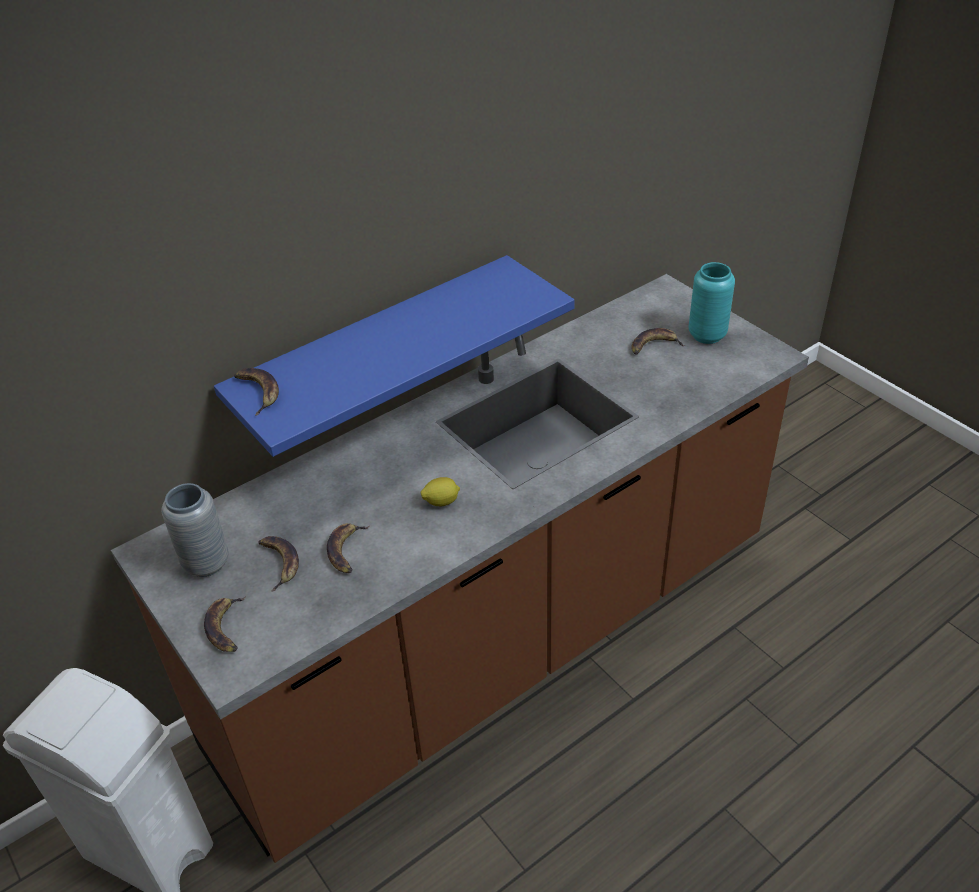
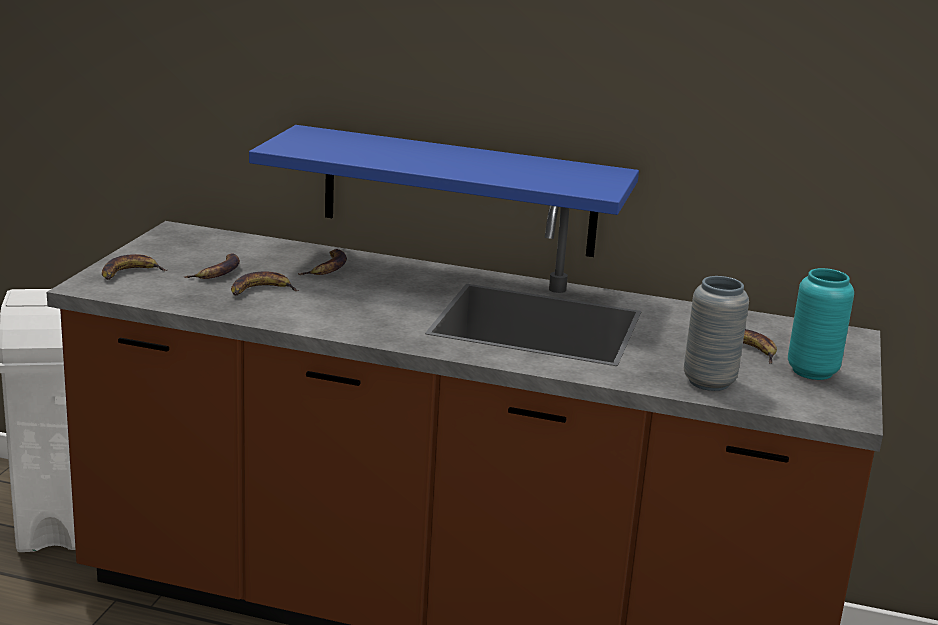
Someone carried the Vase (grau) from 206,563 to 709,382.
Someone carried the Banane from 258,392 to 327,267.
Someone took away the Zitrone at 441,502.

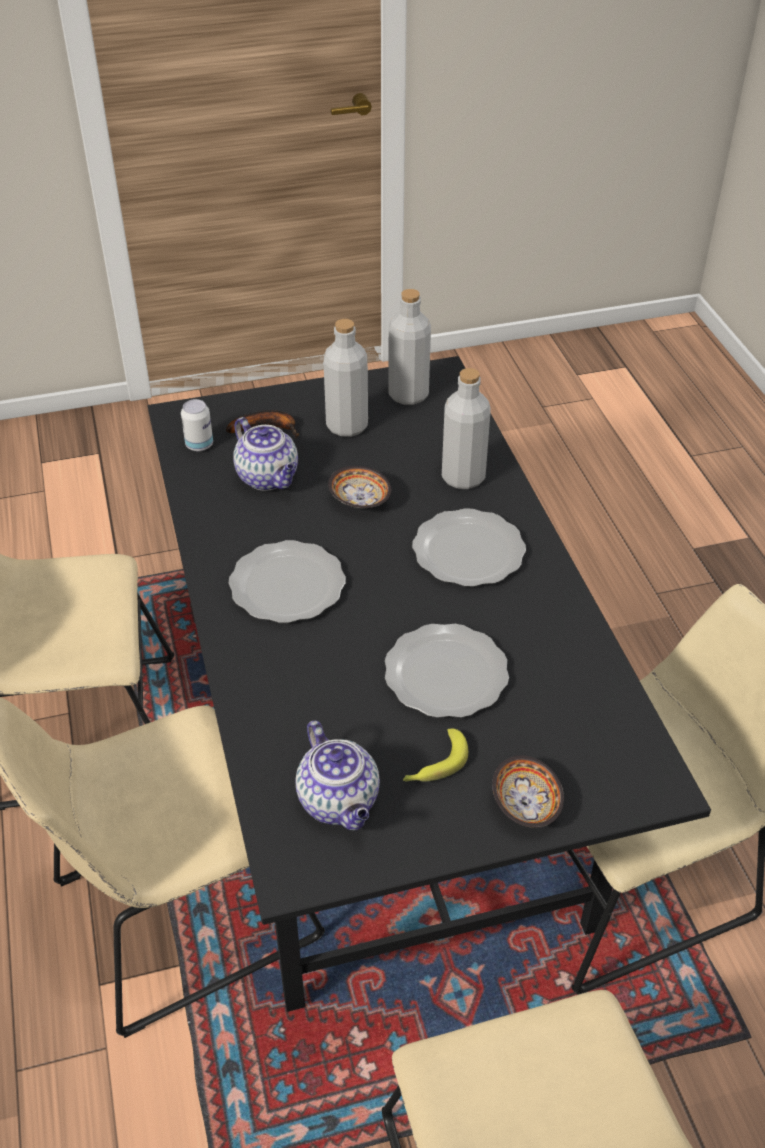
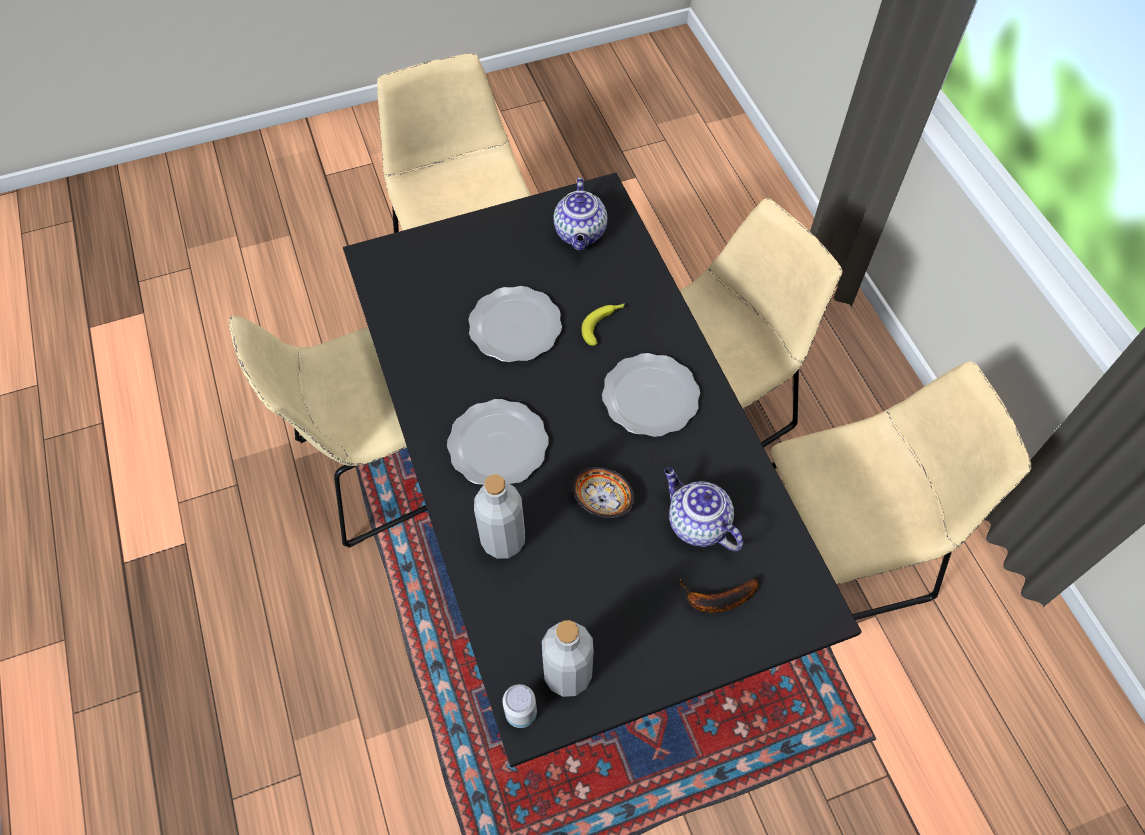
Someone carried the Dose from 199,445 to 521,712.
Someone rotated the Teekanne at 340,802 by 150 degrees counterclockwise.
Someone took away the Flasche (grau) at 347,426.
Someone carried the Banane from 434,765 to 604,324.
Someone took away the Schüssel at 526,804.

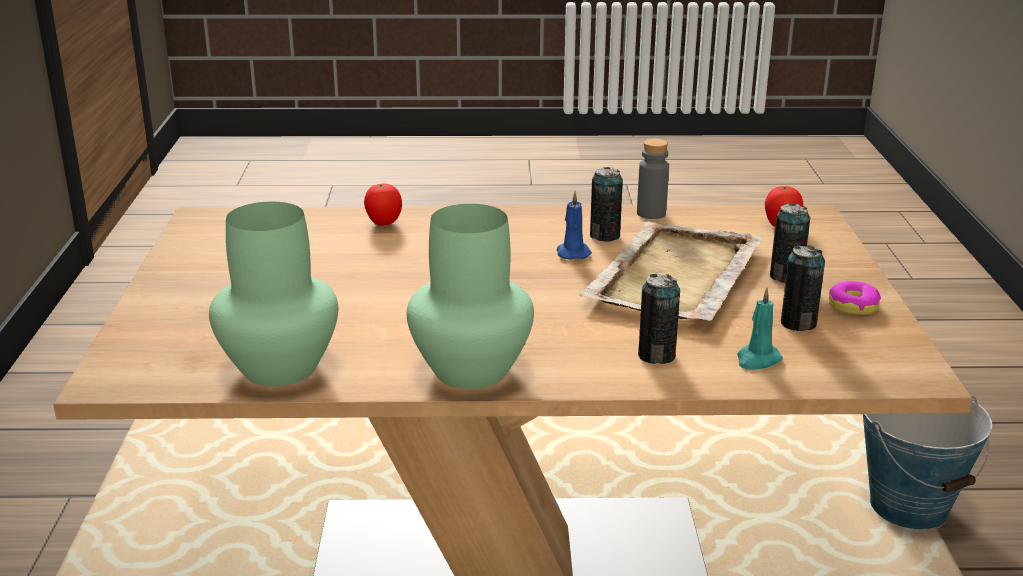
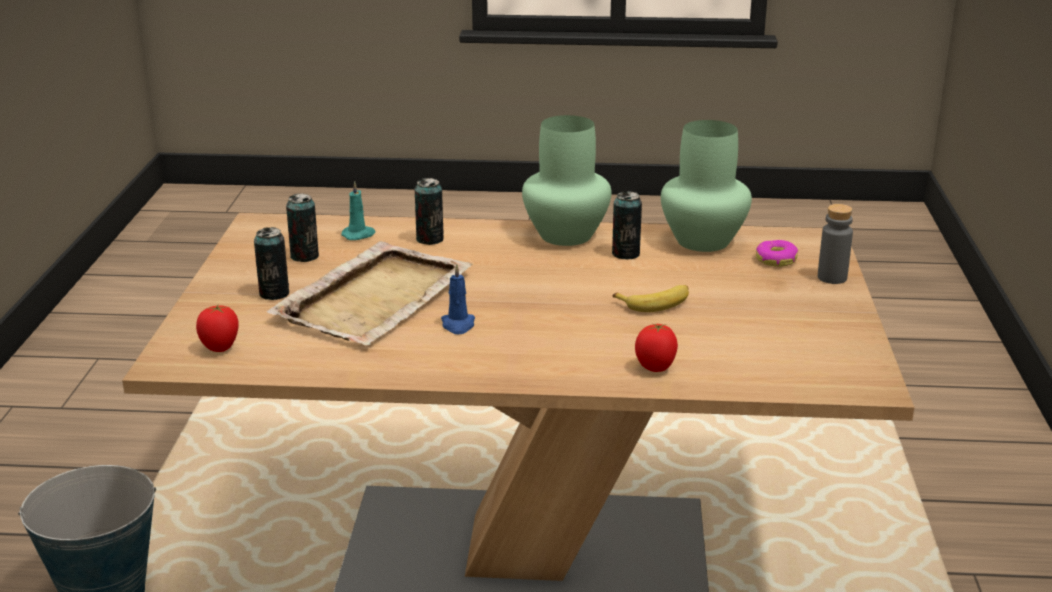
Someone carried the Dose from 604,236 to 625,254.
Someone carried the Flasche (grau) from 651,213 to 832,278.
Someone carried the Donut from 853,305 to 775,260.
Someone put down the Banane at 655,303.

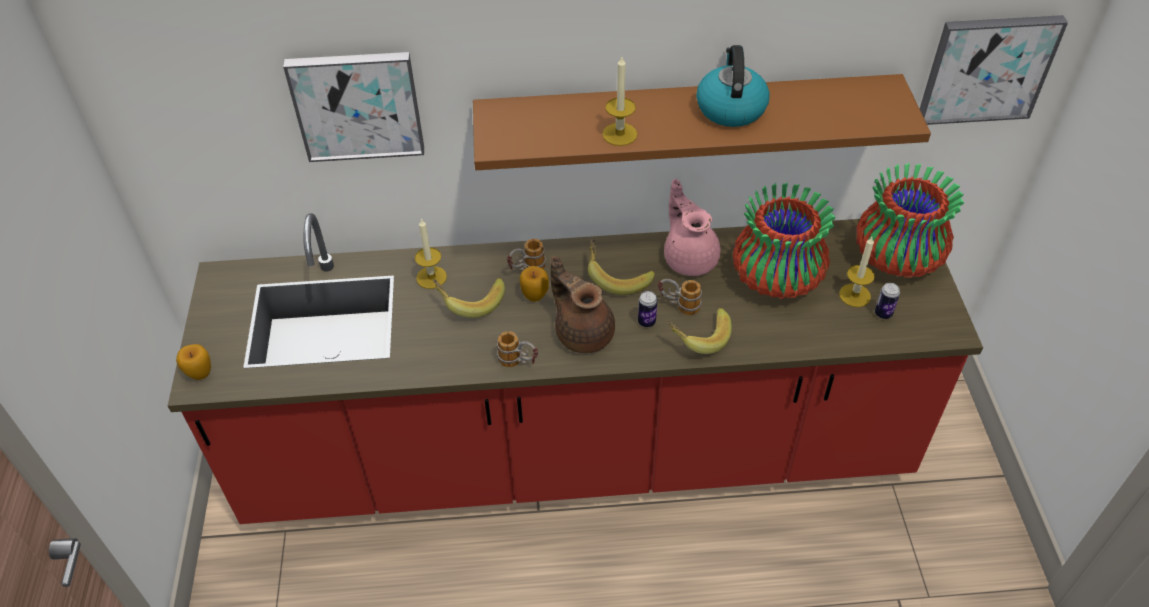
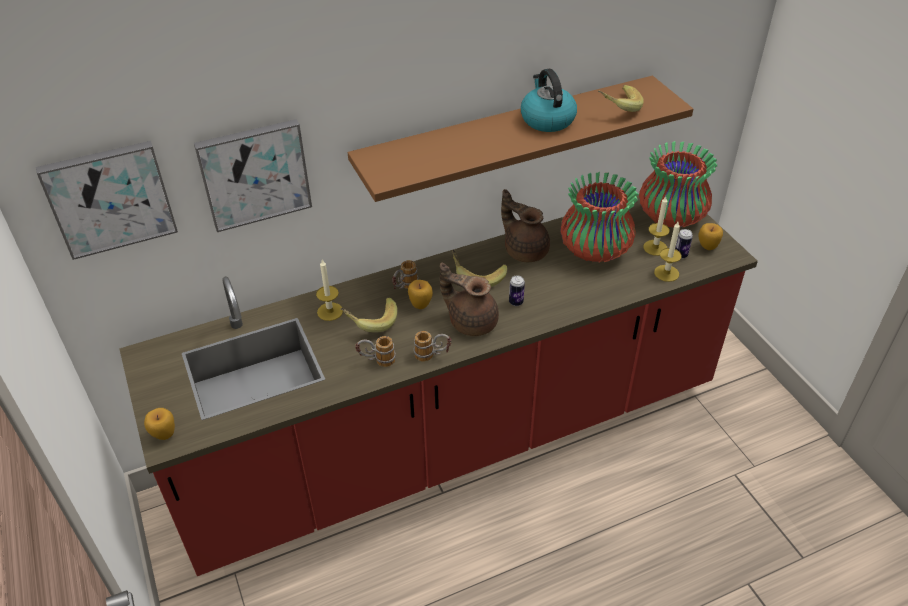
Someone carried the Kerze from 619,134 to 666,273.
Someone carried the Henkelbecher from 678,306 to 376,361.
Someone repainted the Teekanne (rosa) at 689,257, which became the Teekanne (braun) at 525,250.
Someone carried the Banane from 697,337 to 616,107.
Someone carried the Bild from 986,68 to 110,198.
Someone put down the Apfel at 707,247.

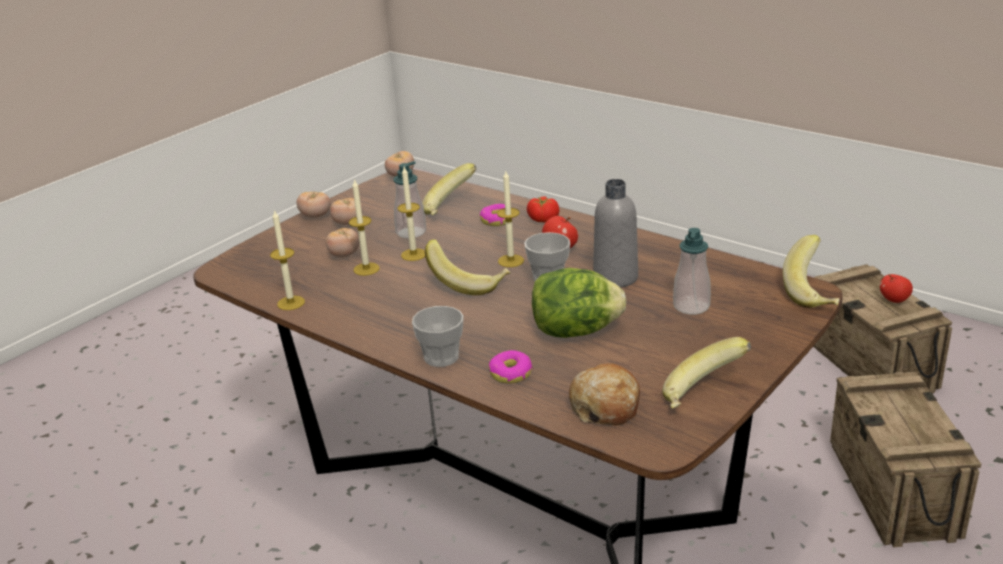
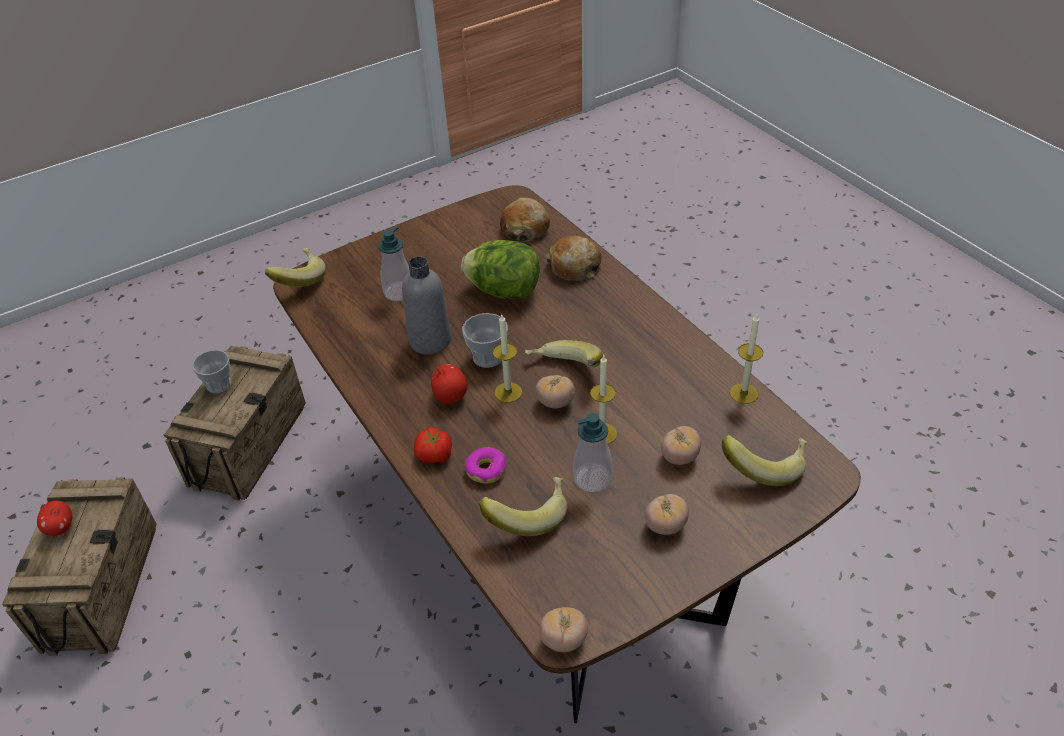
Someone carried the Tomate from 315,216 to 555,402.
Someone took away the Kerze at 366,269.
Someone carried the Tasse from 441,357 to 219,384.
Someone swapped the Donut at 510,373 for the Brot at 574,266.
Someone carried the Banane from 704,396 to 764,466.

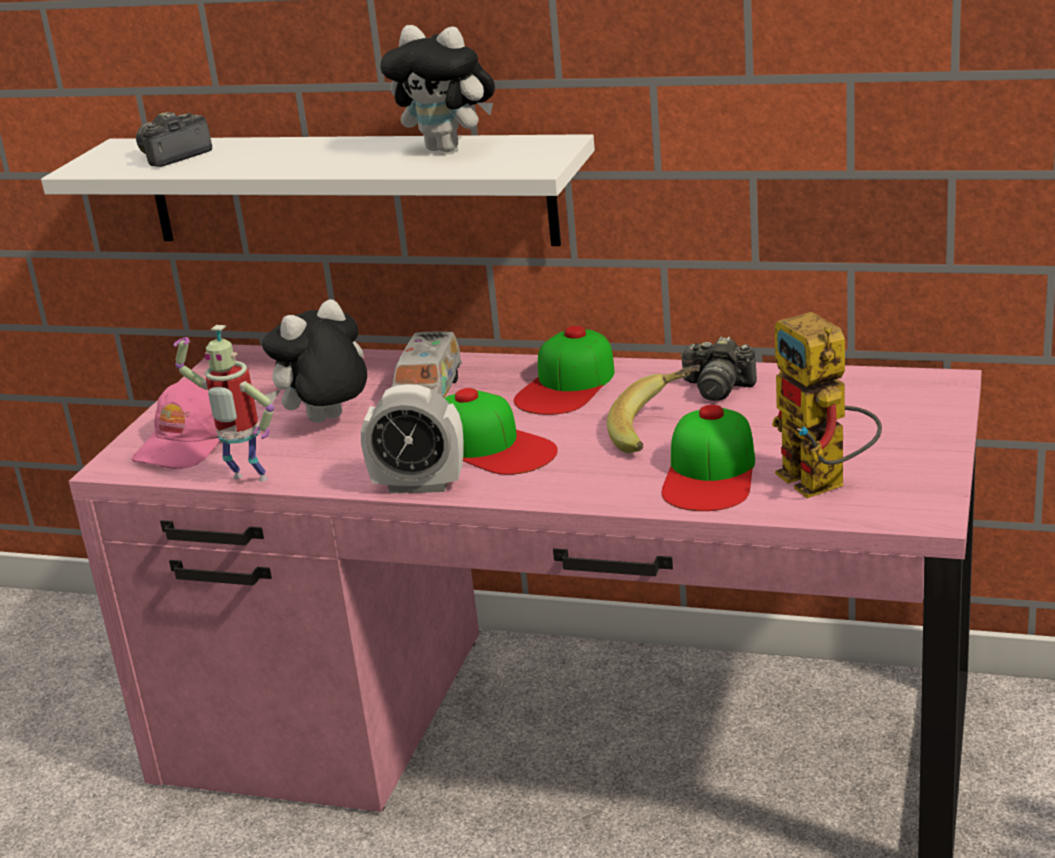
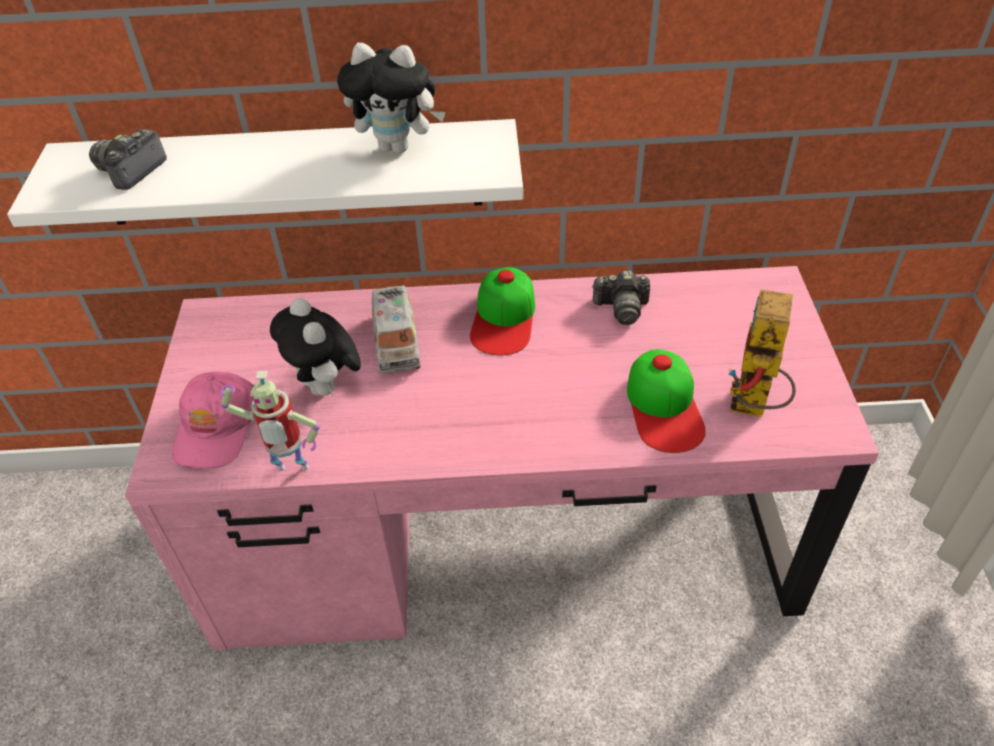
Someone rotated the Plüschtier at 326,422 by 60 degrees counterclockwise.
Someone took away the Wecker at 419,485.
Someone took away the Kappe at 493,446.
Someone took away the Banane at 658,432.
Someone rotated the Spielzeugroboter at 824,484 by 60 degrees clockwise.

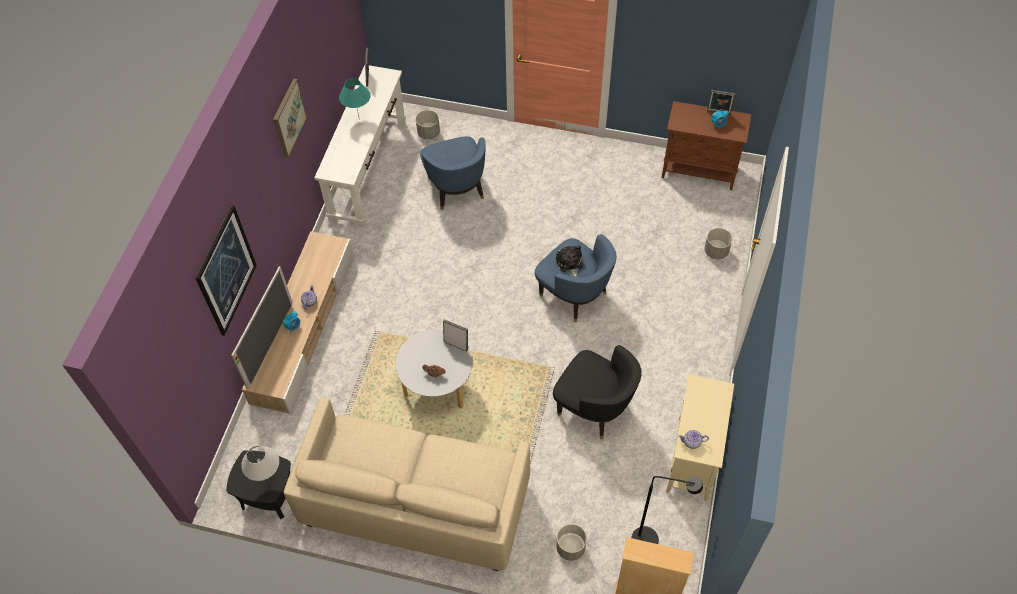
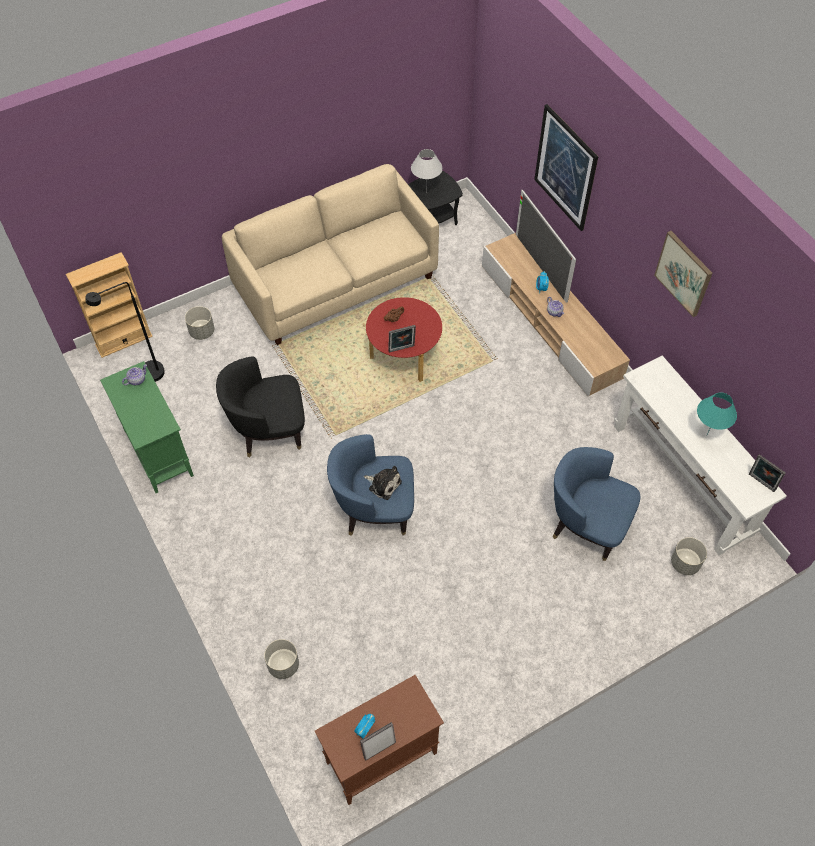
Someone repainted the Couchtisch (grau) at 437,386, which became the Couchtisch (rot) at 404,357.
Someone repainted the Schrank (beige) at 692,459, which became the Schrank (grün) at 158,452.

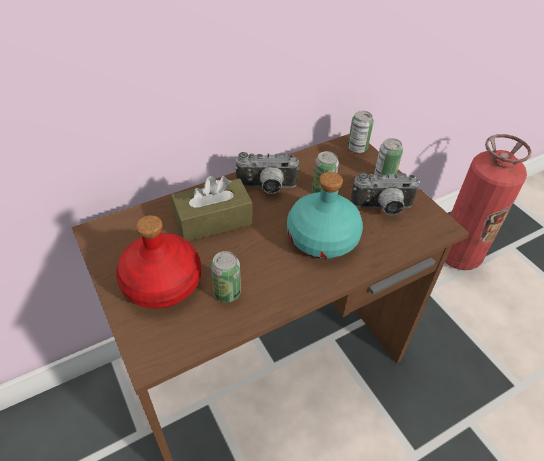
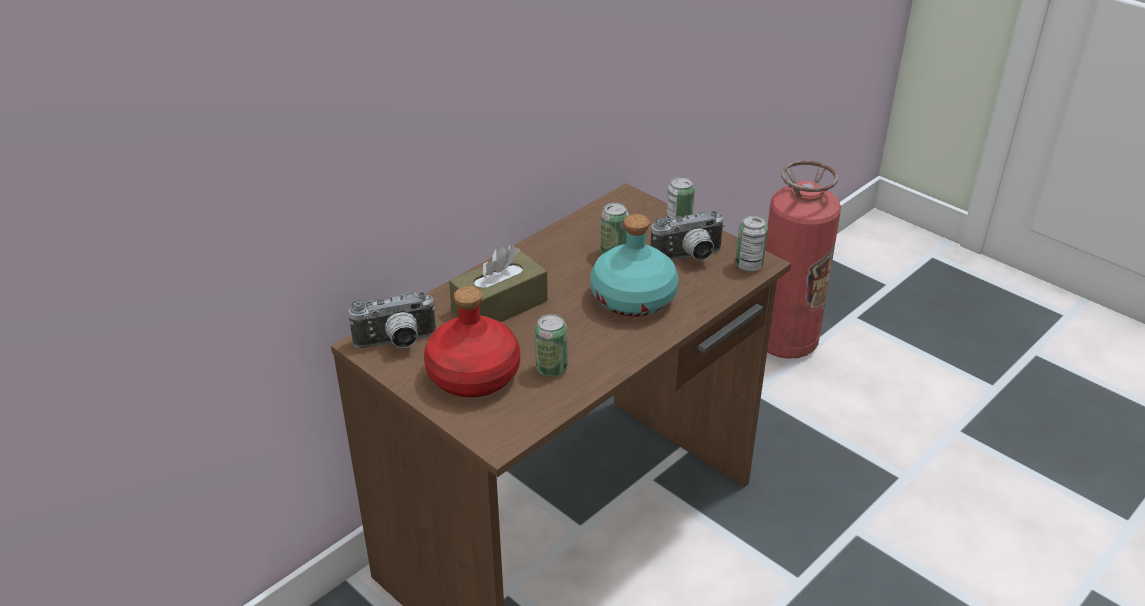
Someone carried the Kamera from 266,188 to 397,343.
Someone carried the Dose from 357,148 to 749,265.

